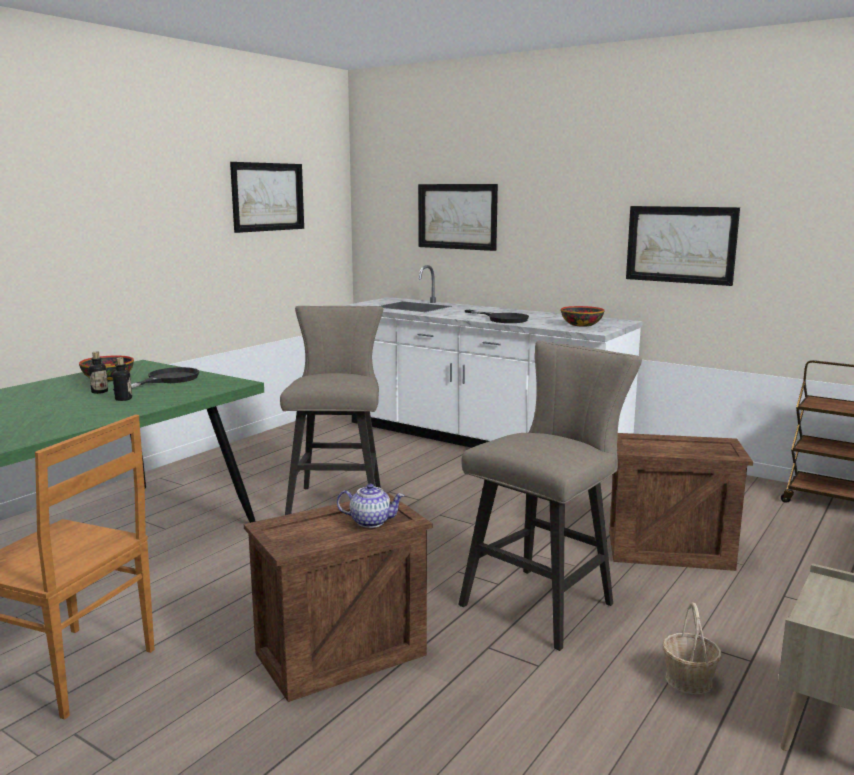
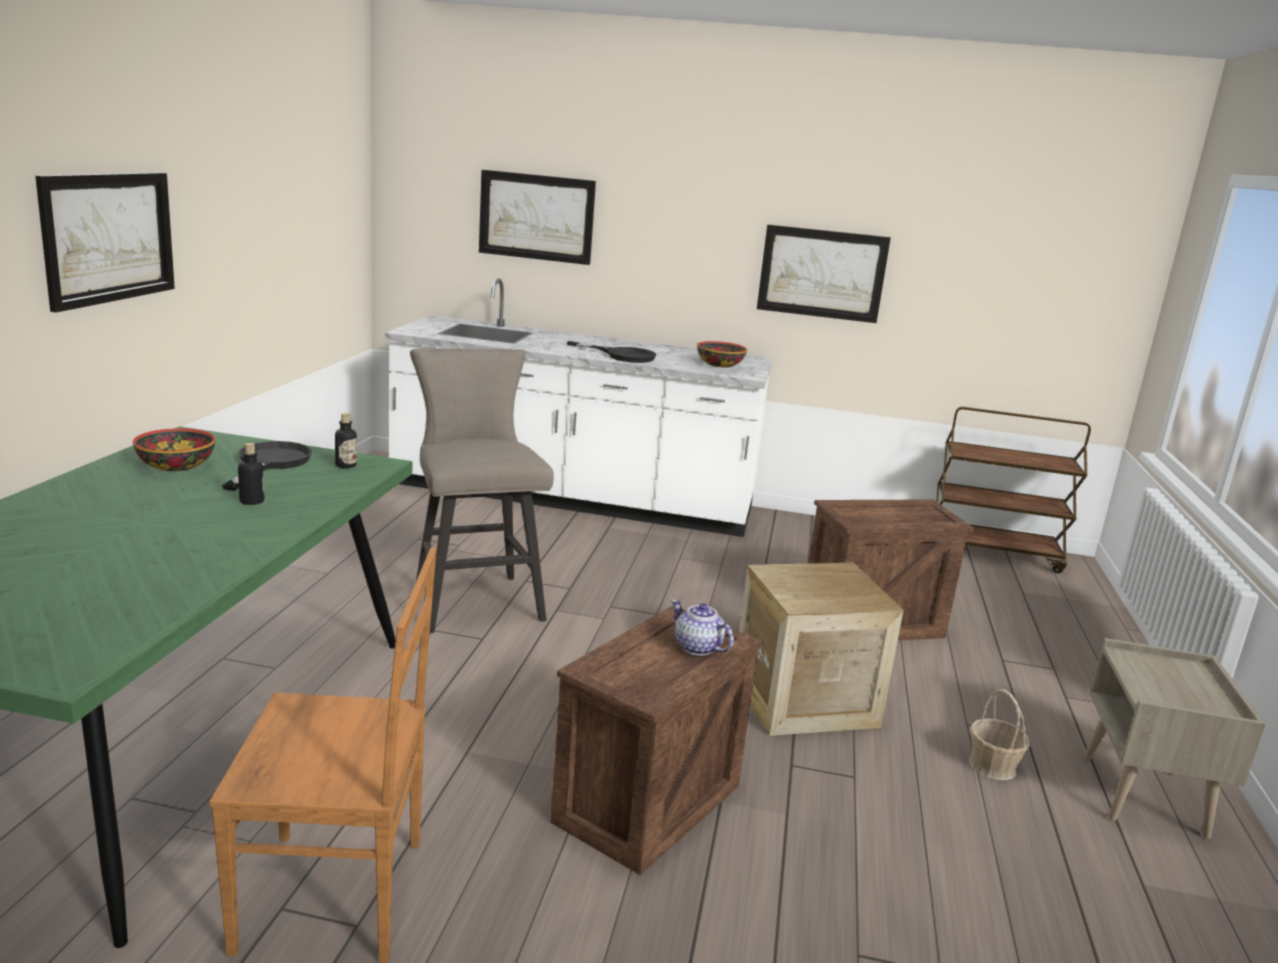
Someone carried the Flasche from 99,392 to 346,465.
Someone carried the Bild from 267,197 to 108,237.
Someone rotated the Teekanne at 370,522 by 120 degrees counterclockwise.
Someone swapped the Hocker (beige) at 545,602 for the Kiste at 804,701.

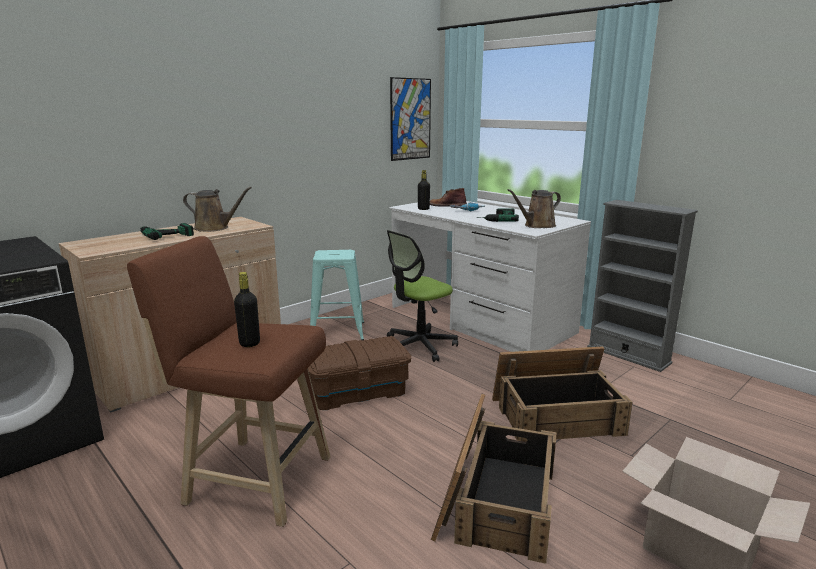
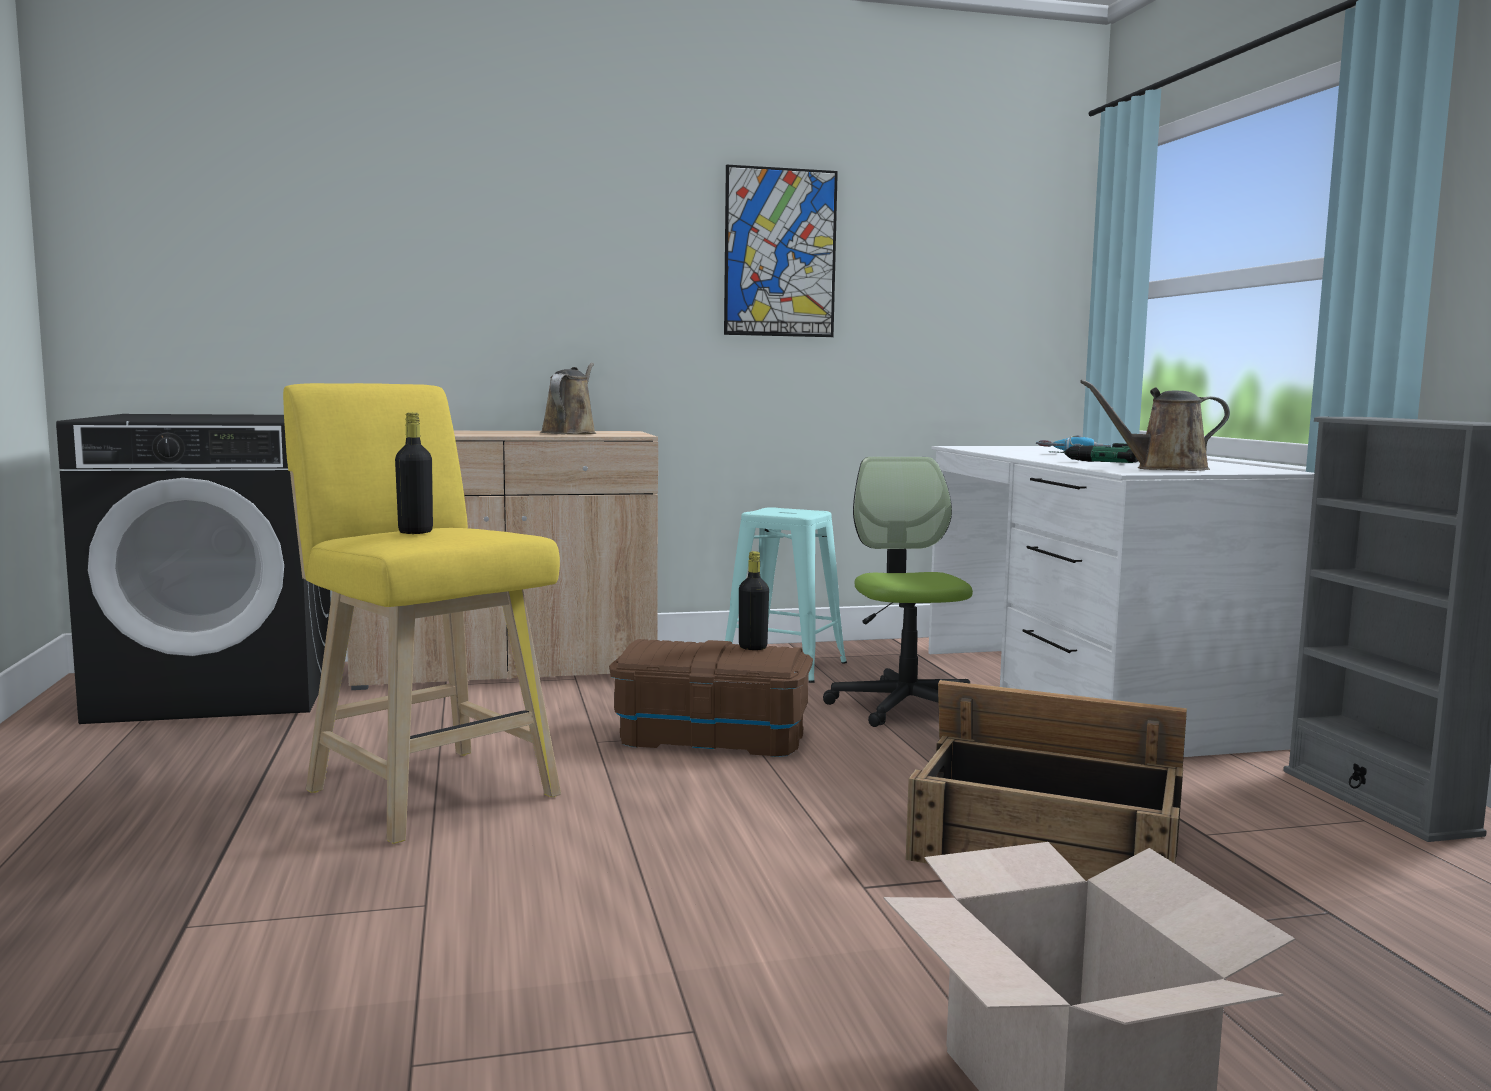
Someone repainted the Hocker (braun) at 252,478, which became the Hocker (gelb) at 426,789.
Someone took away the Bohrmaschine at 164,234.
Someone rotated the Gießkanne (braun) at 214,228 by 120 degrees counterclockwise.
Someone rotated the Bürostuhl at 419,346 by 90 degrees clockwise.
Someone carried the Bild from 410,119 to 780,253.
Someone carried the Flasche (schwarz) from 423,209 to 753,647.
Someone took away the Stiefel (braun) at 447,206.
Someone took away the Kiste at 495,500.

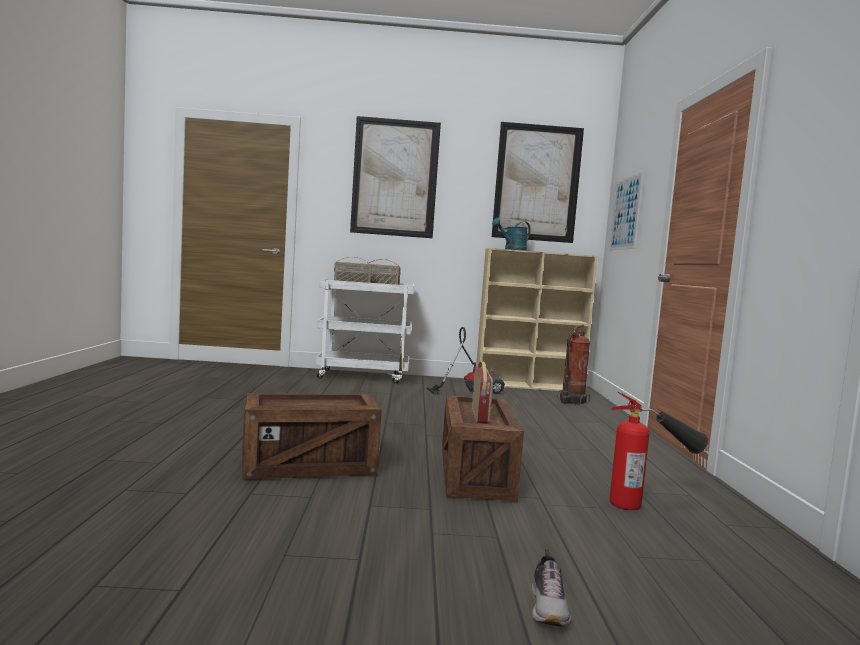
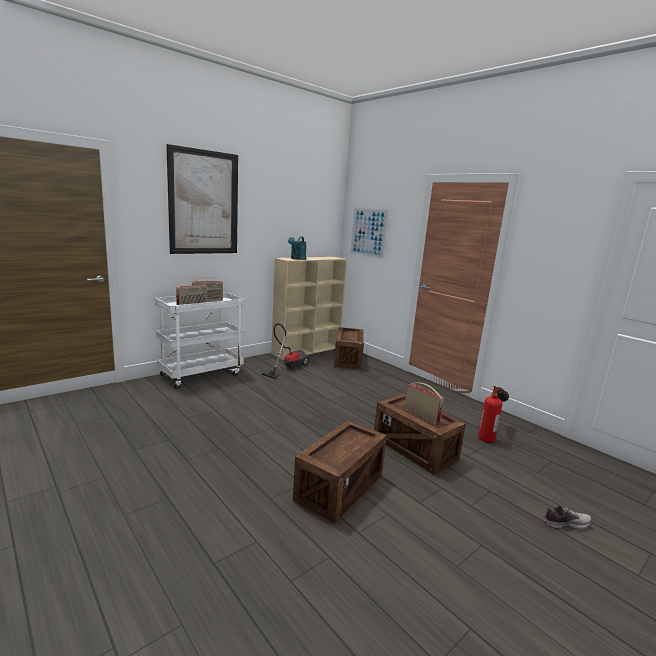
Someone took away the Bild at 537,183.
Someone rotated the Schuh at 549,607 by 60 degrees counterclockwise.
Someone swapped the Feuerlöscher at 571,401 for the Kiste at 348,359.

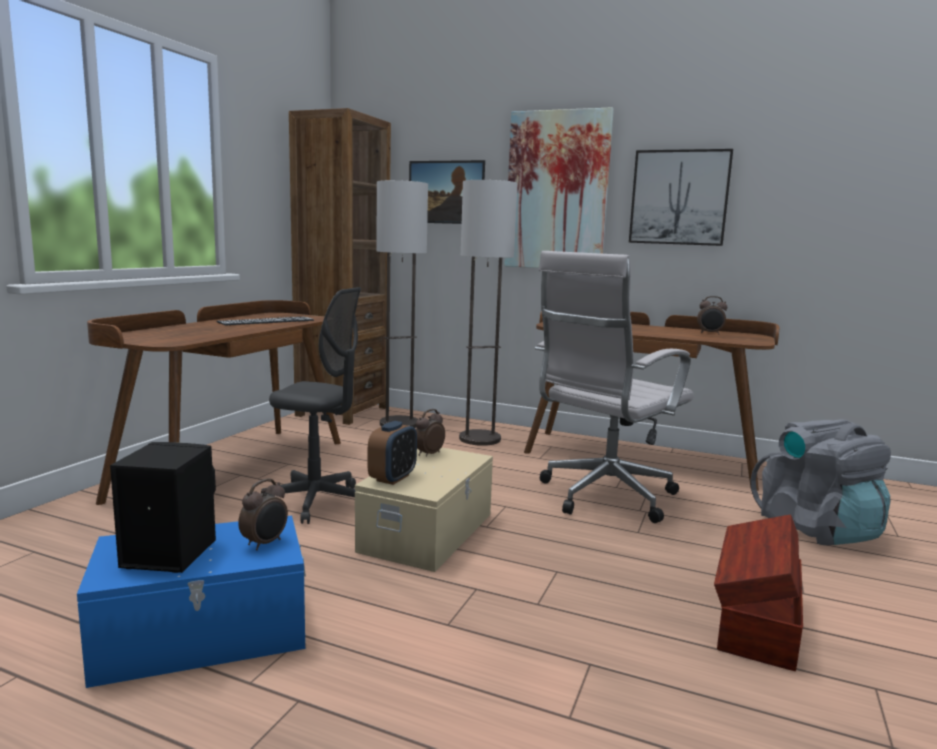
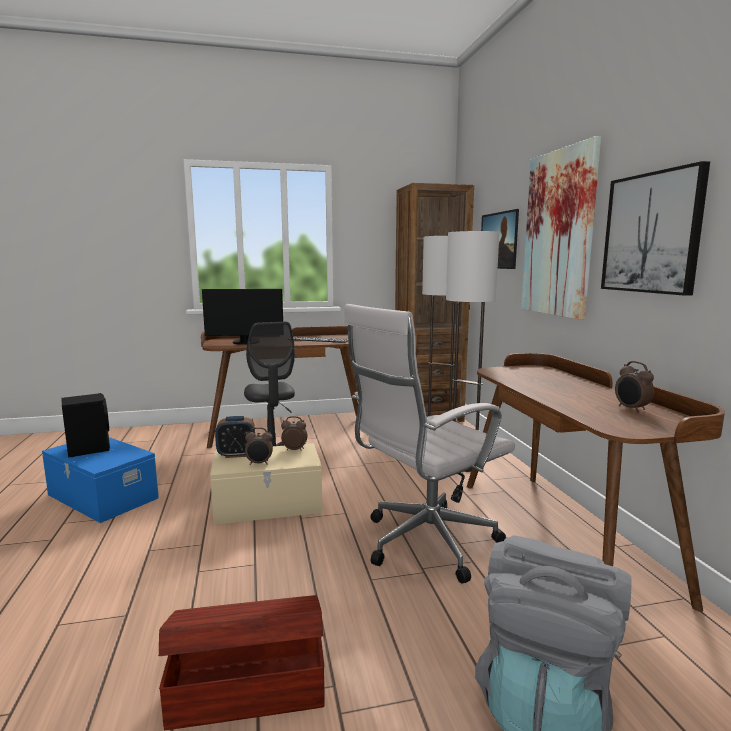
Someone carried the Wecker from 265,543 to 259,463.
Someone rotated the Bürostuhl (weiß) at 603,497 by 45 degrees counterclockwise.
Someone put down the Monitor at 245,342.

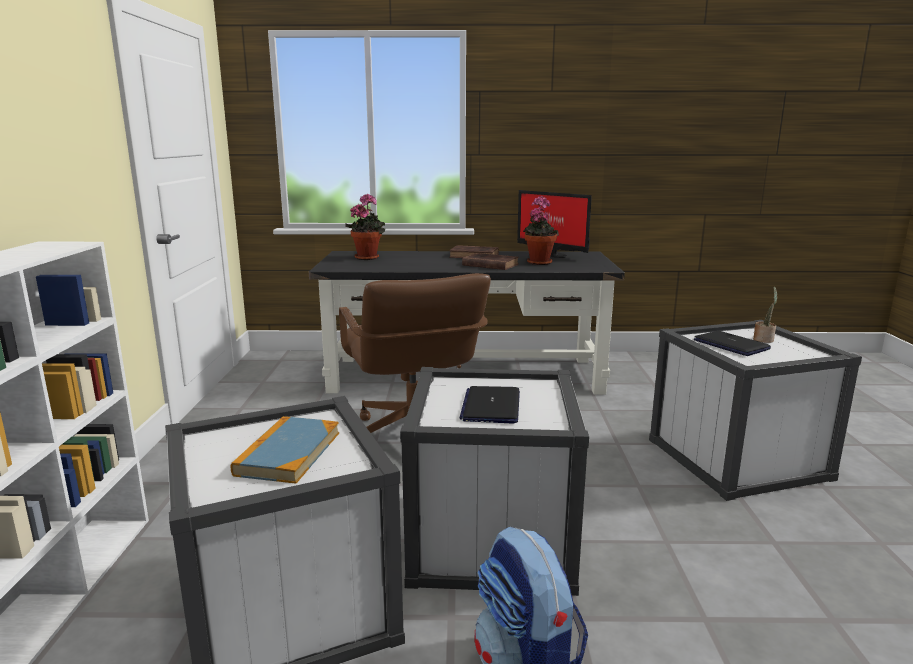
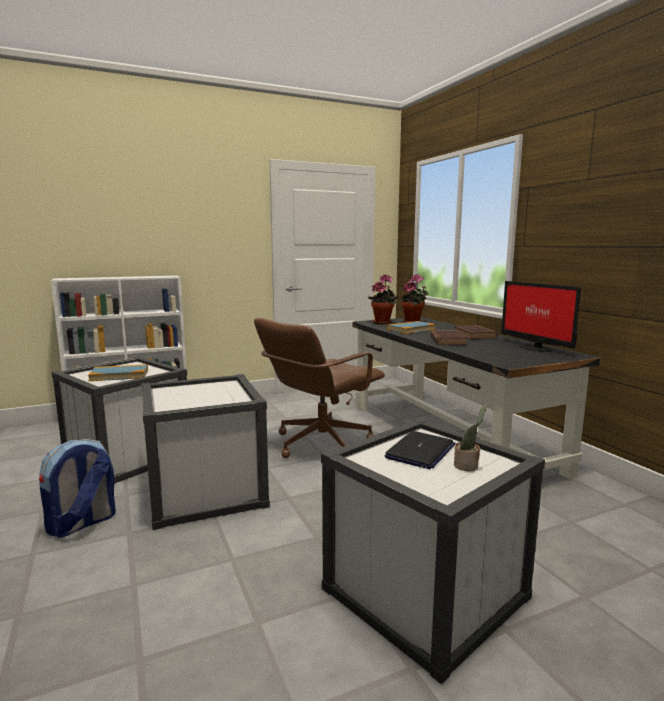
Someone took away the Laptop at 491,406.
Someone rotated the Monitor at 551,254 by 45 degrees counterclockwise.
Someone carried the Topfpflanze from 538,262 to 383,322.
Someone put down the Buch at 411,330.

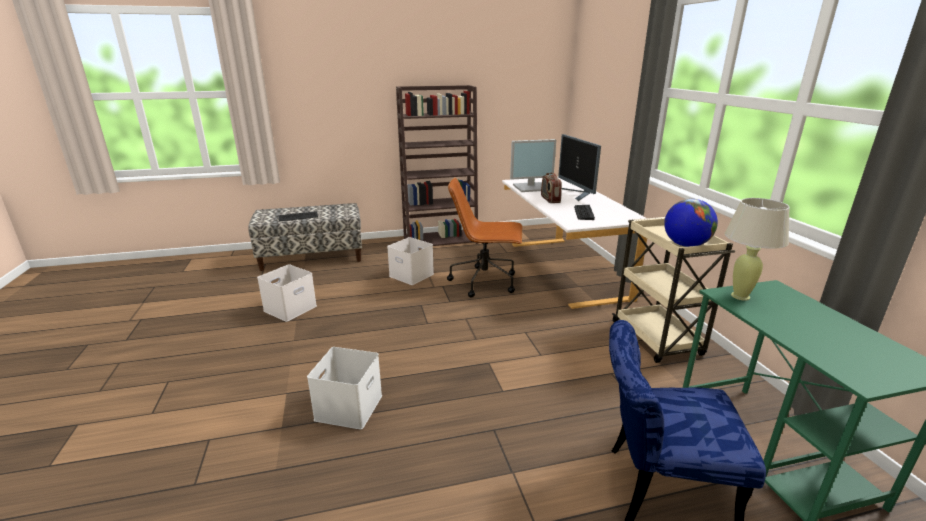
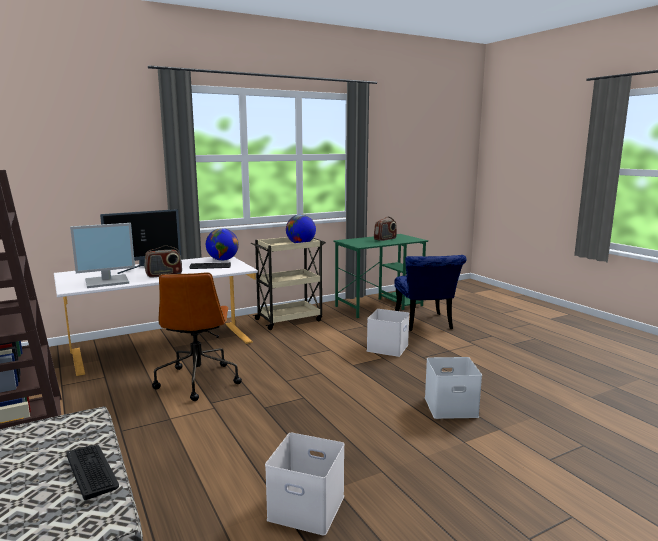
Someone carried the Aufbewahrungsbox (weiß) from 410,275 to 388,348.
Someone rotated the Monitor at 532,187 by 90 degrees clockwise.
Someone took away the Tischlampe (beige) at 740,296.
Someone put down the Globus at 223,260.
Someone put down the Radio at 385,239.

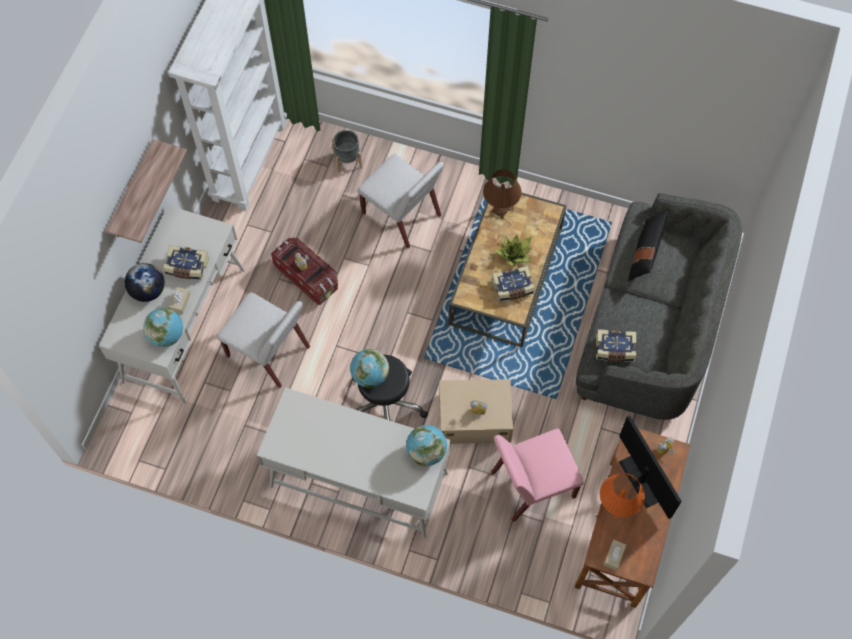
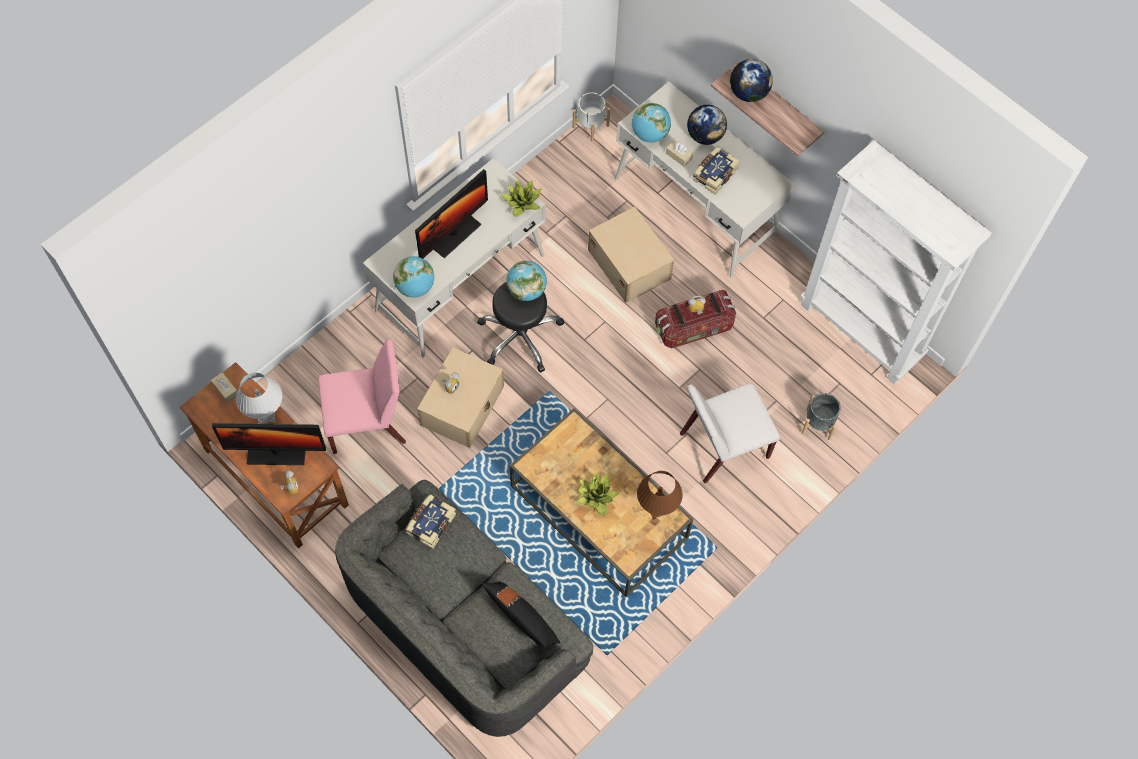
Someone swapped the Stuhl (weiß) at 269,352 for the Aufbewahrungsbox (beige) at 629,263.
Someone took away the Buch at 512,288.
Someone rotated the Stuhl (rosa) at 531,485 by 75 degrees clockwise.
Someone repainted the Tischlampe (orange) at 616,507, which became the Tischlampe (weiß) at 266,415.
Someone put down the Monitor at 454,234.
Someone put down the Topfpflanze at 522,203.
Someone put down the Pflanzkübel (weiß) at 590,126.
Someone put down the Globus at 748,93.

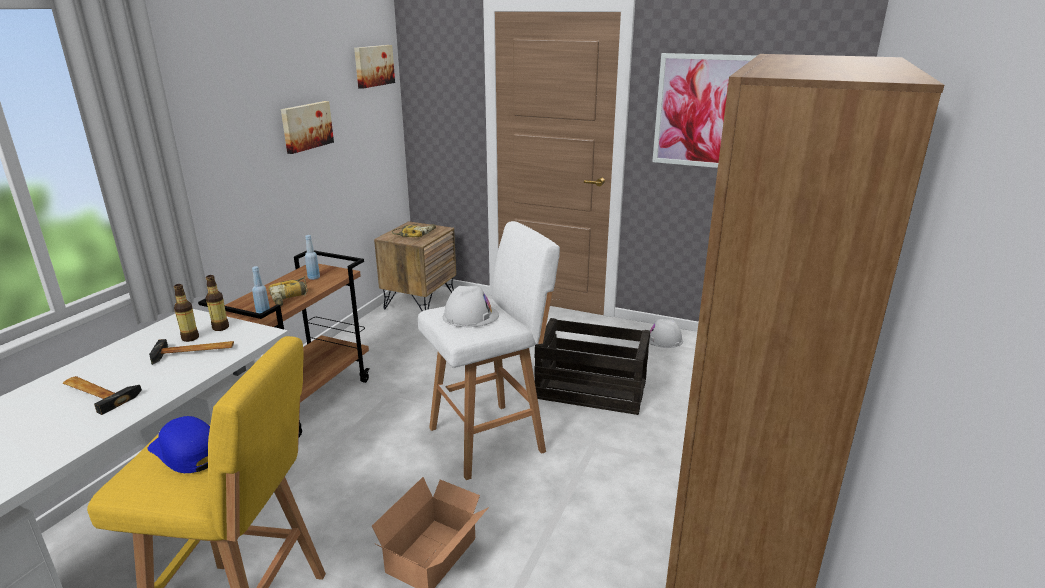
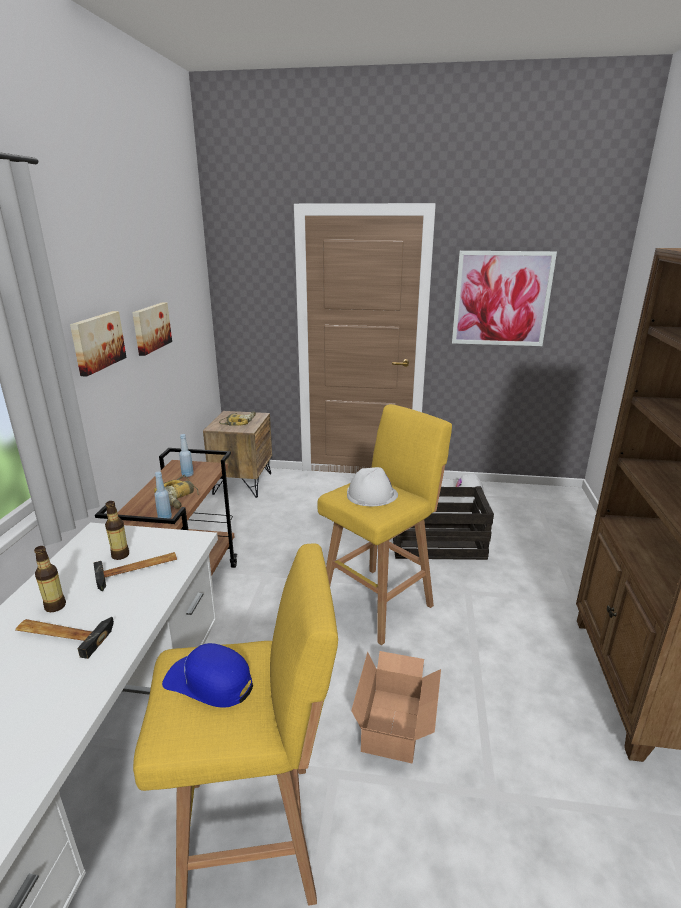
Someone carried the Flasche from 220,327 to 55,606.
Someone carried the Bild from 373,66 to 97,342.
Someone repainted the Hocker (weiß) at 490,438, which became the Hocker (gelb) at 379,602.

